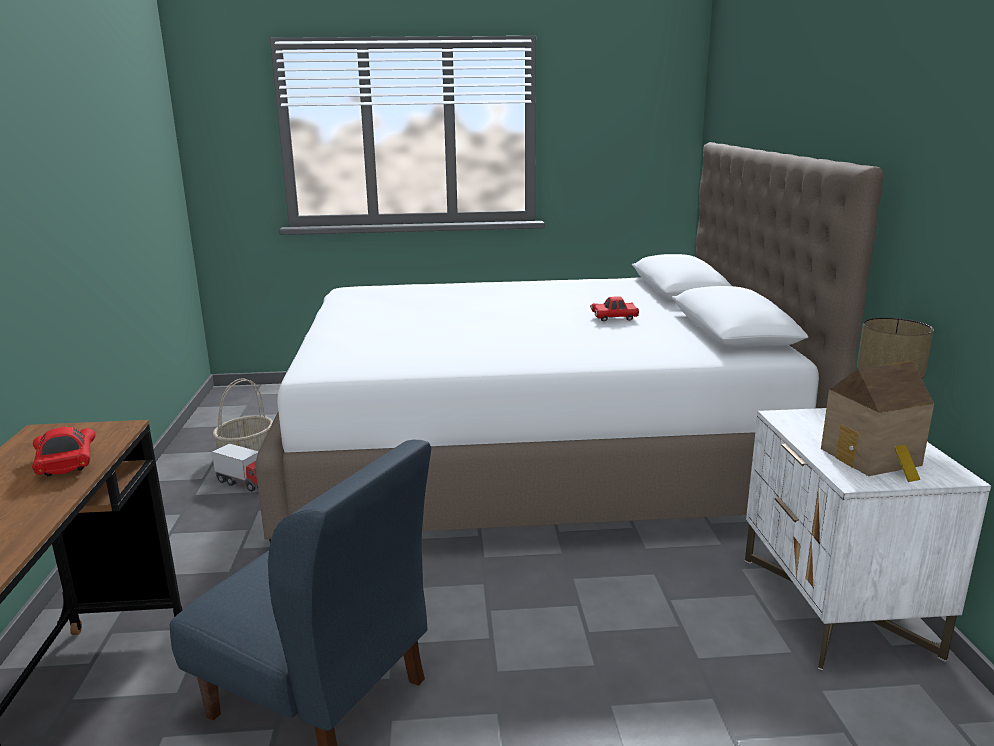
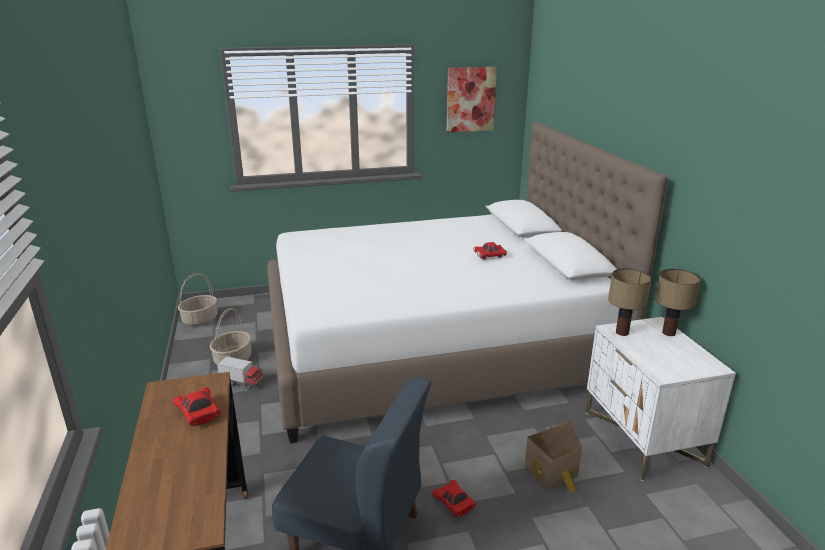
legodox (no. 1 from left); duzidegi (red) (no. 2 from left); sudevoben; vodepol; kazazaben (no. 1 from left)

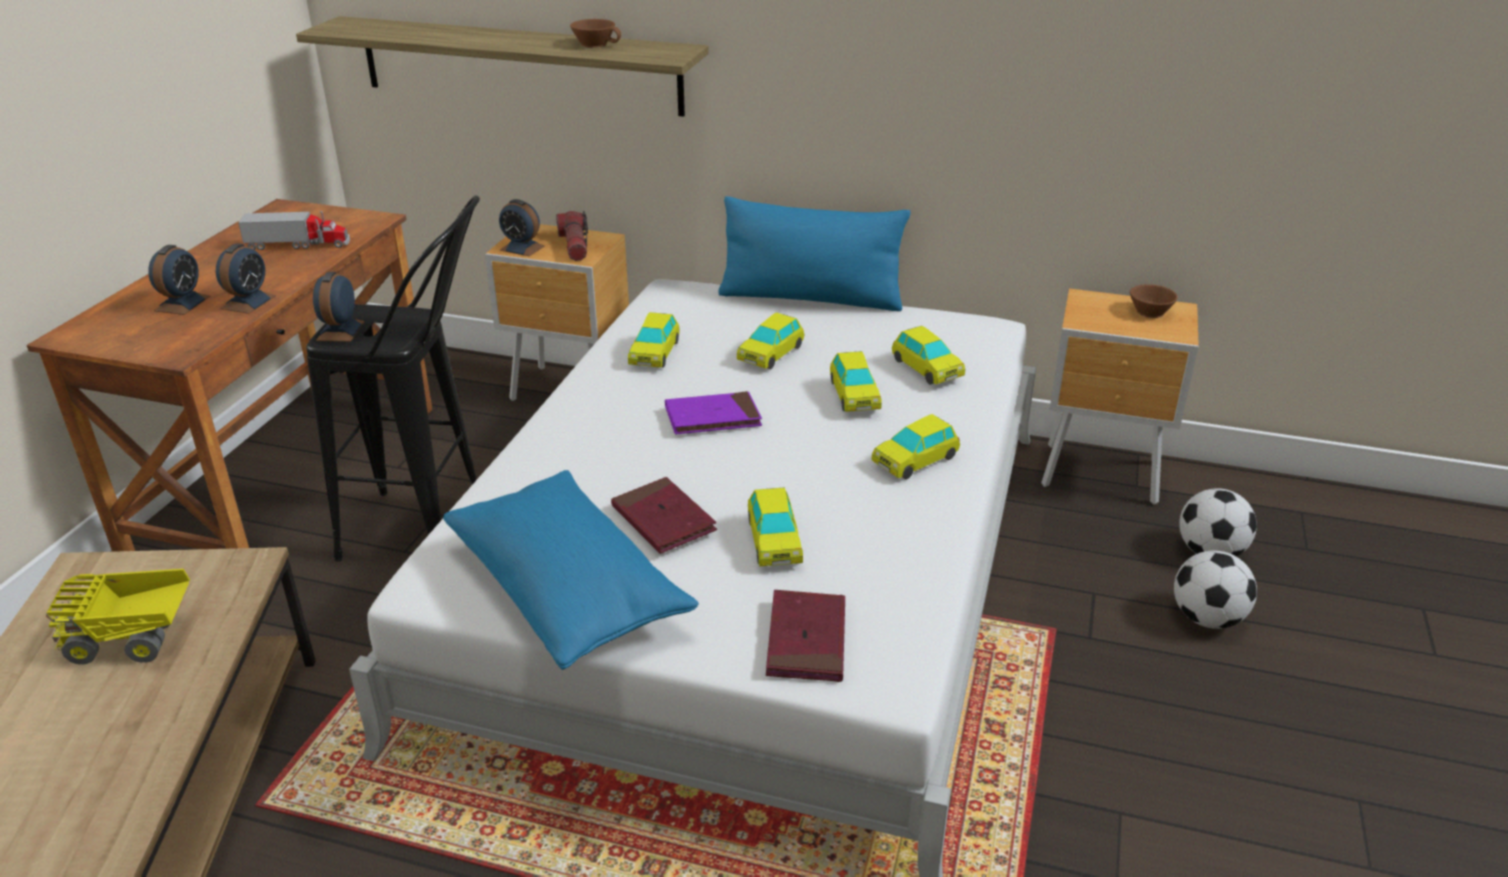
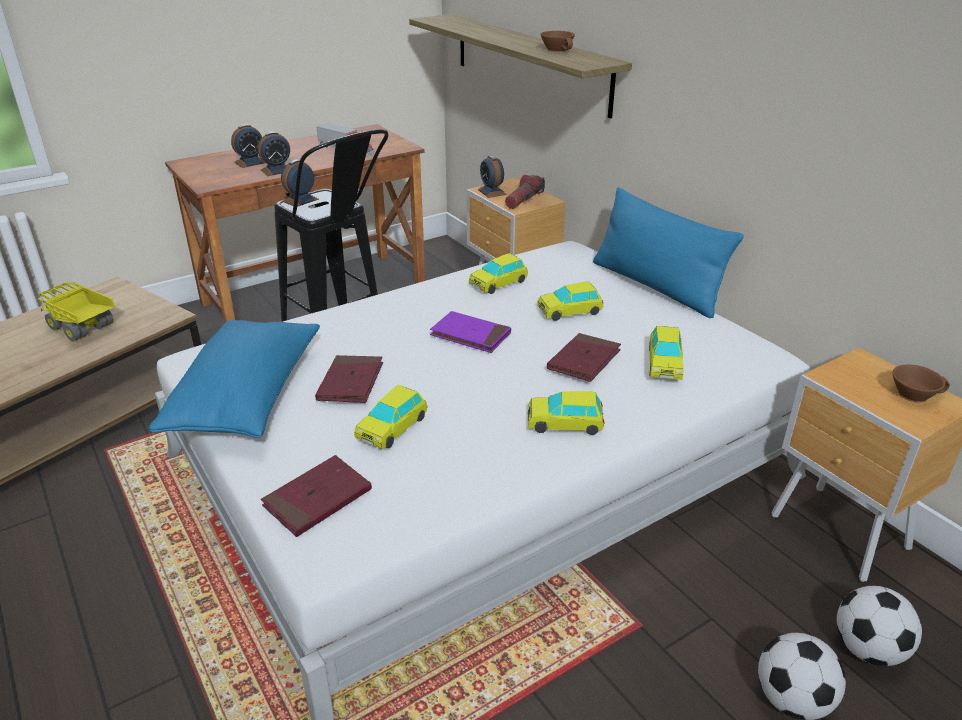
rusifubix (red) (no. 3 from left)

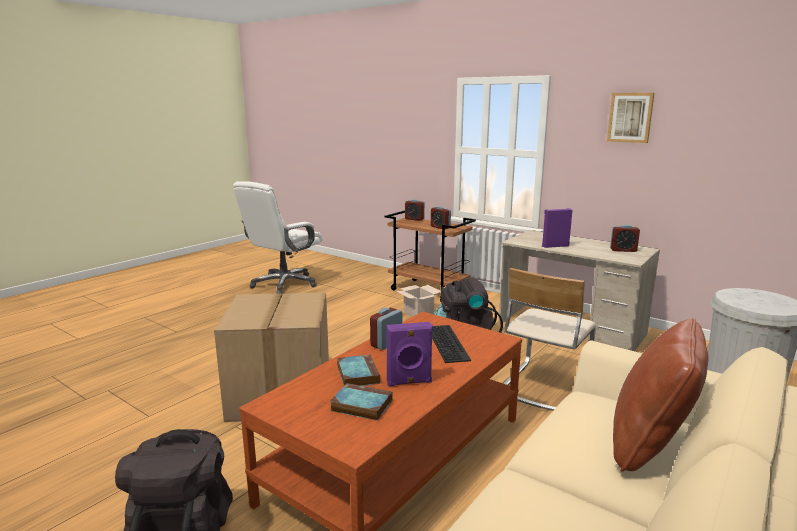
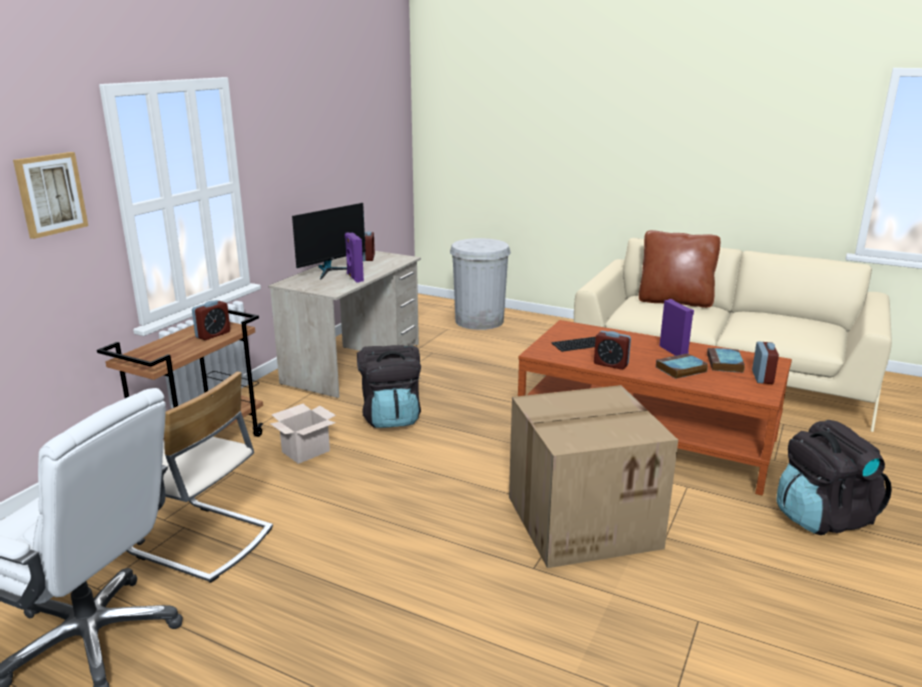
sudevoben; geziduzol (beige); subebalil; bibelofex (no. 4 from left)

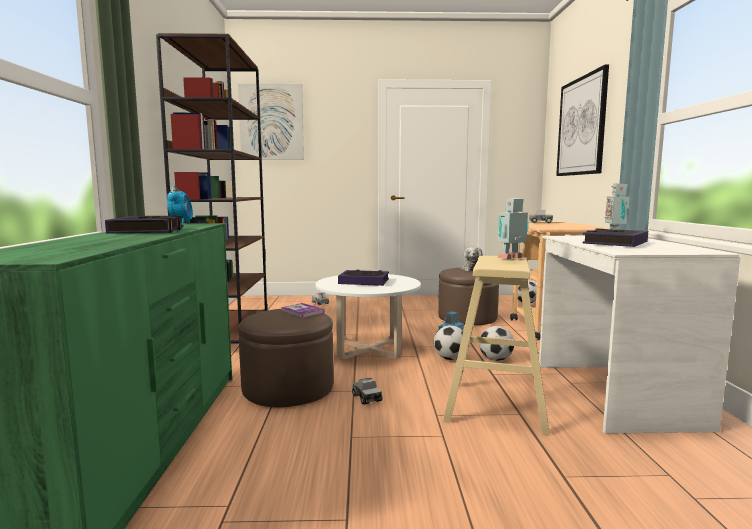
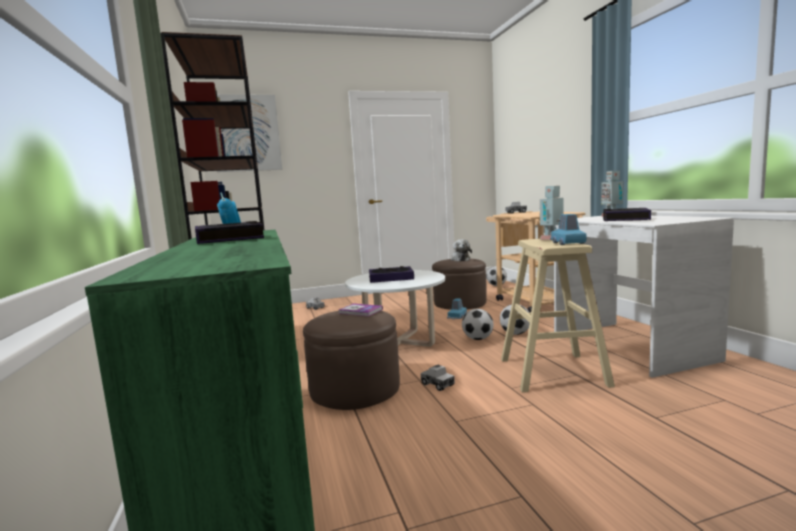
duzidegi (blue) (no. 2 from left); sudevoben (no. 2 from left in the first image)

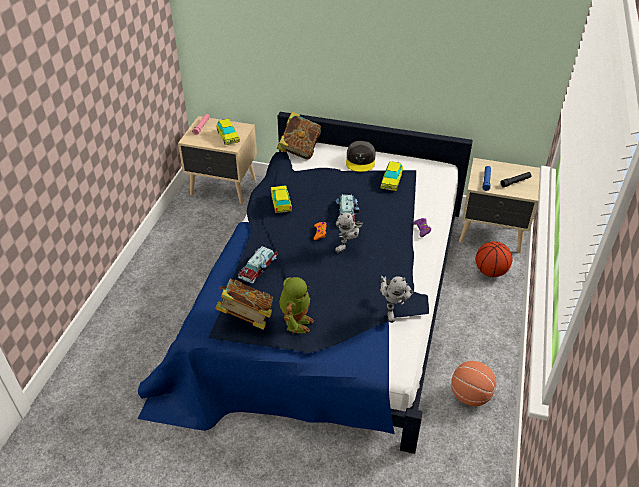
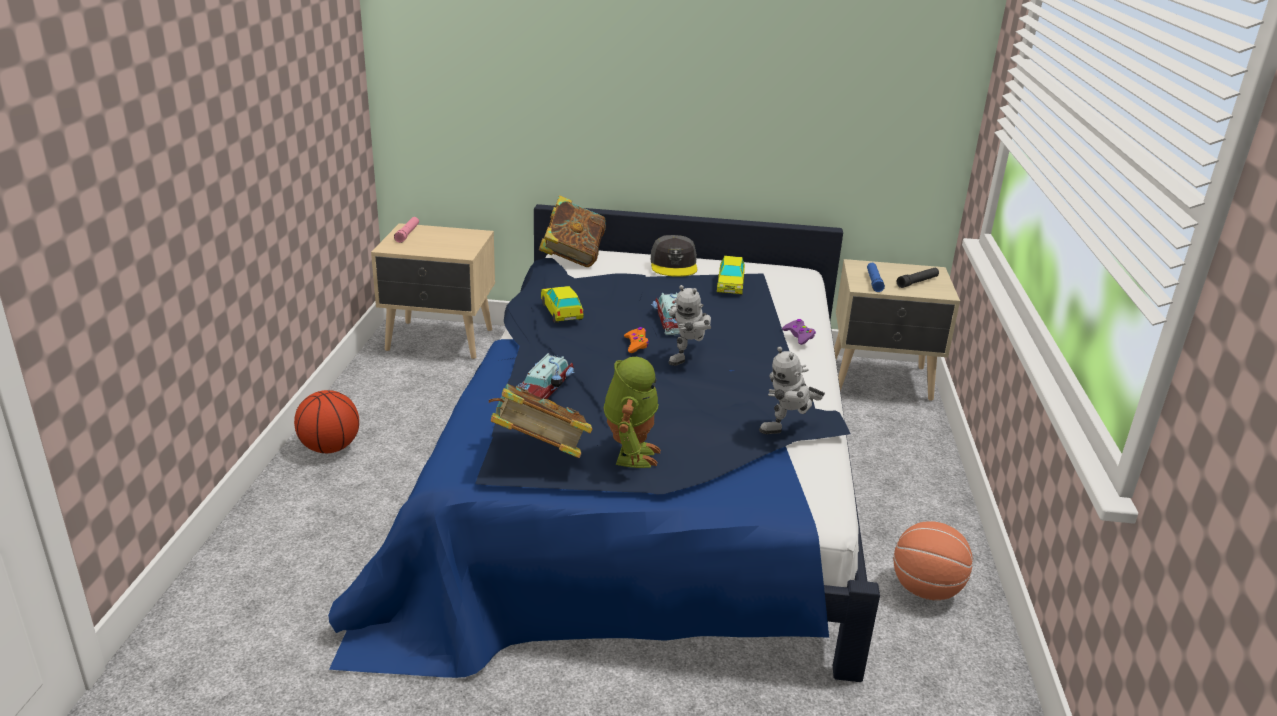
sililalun (no. 1 from left); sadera (no. 3 from left); duzidegi (no. 1 from left in the first image)

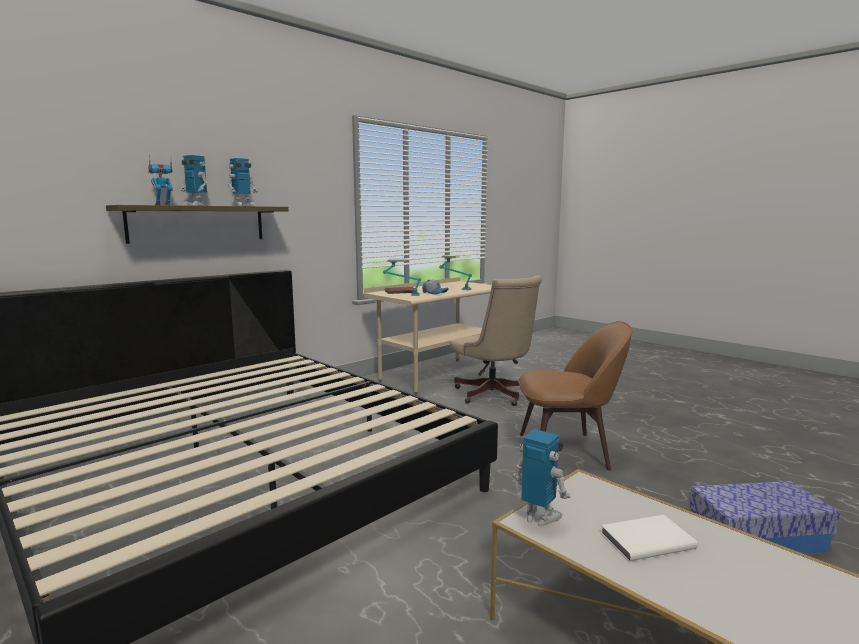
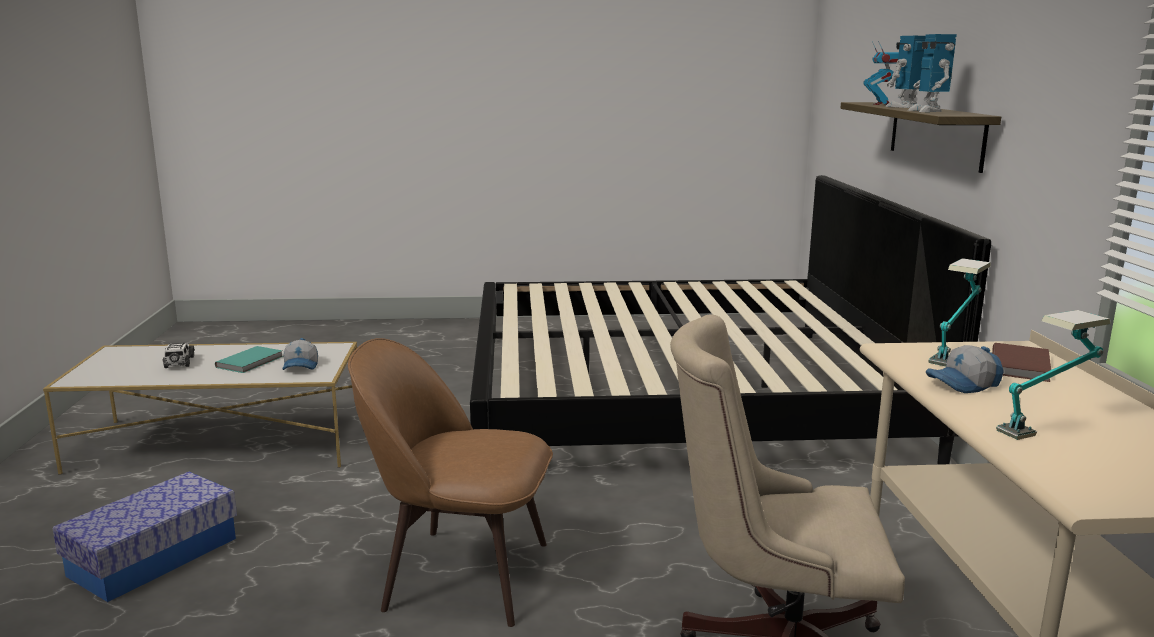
duzidegi; rusifubix (turquoise); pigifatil (no. 1 from left); geziduzol (brown); sadera (no. 4 from left in the first image)

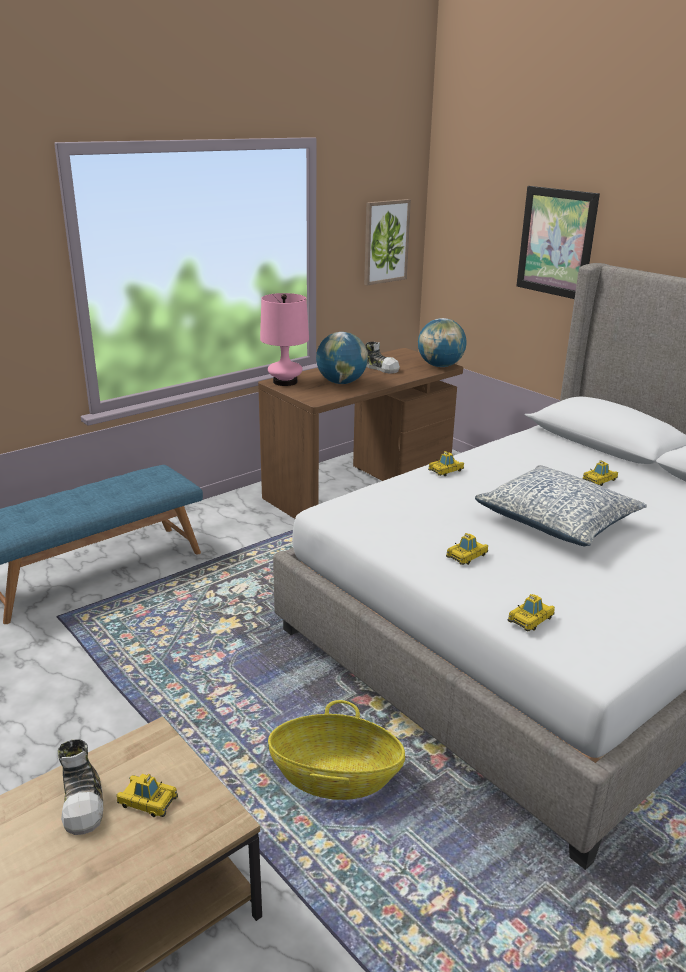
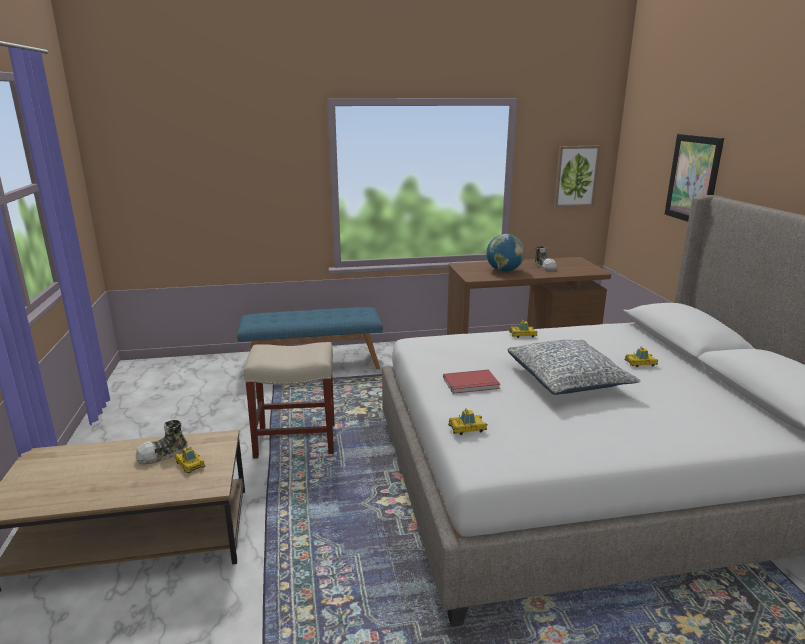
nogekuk (no. 1 from left); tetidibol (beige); rusifubix (red); kazazaben (pink); legodox; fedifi (no. 2 from left in the first image)

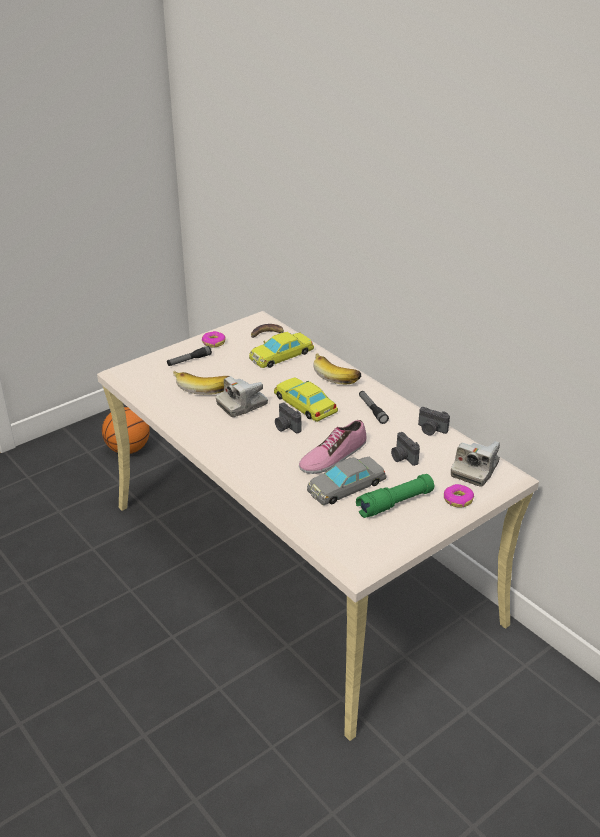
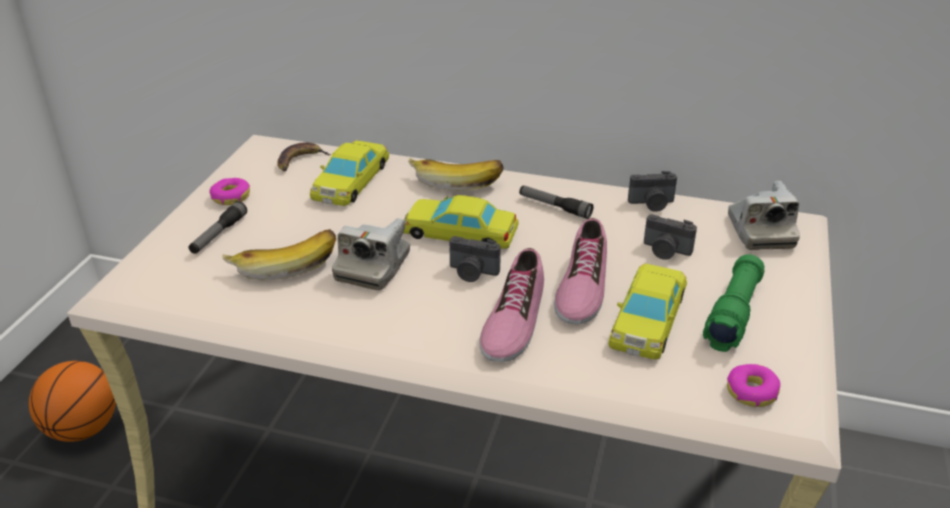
nogekuk (no. 1 from left); duzidegi (yellow) (no. 3 from left); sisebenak (no. 2 from left)

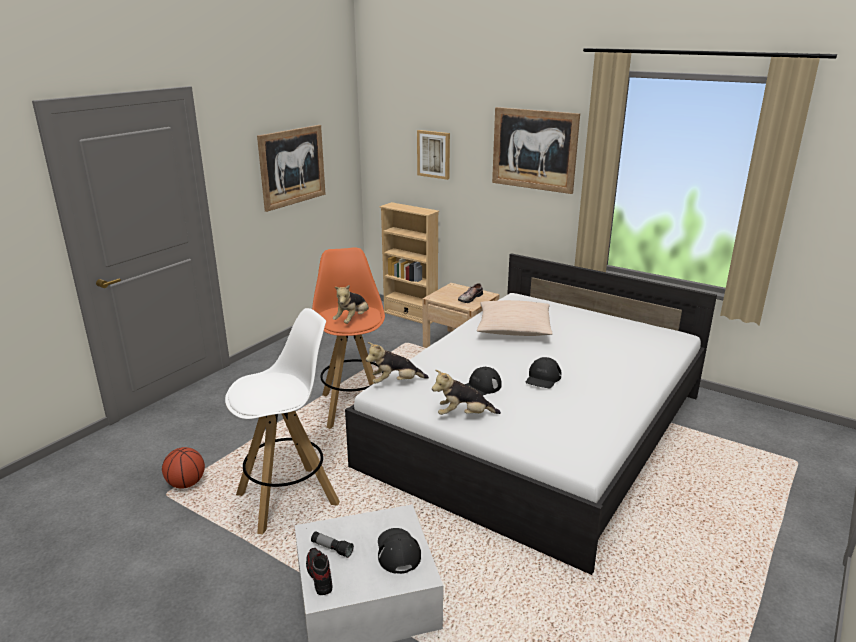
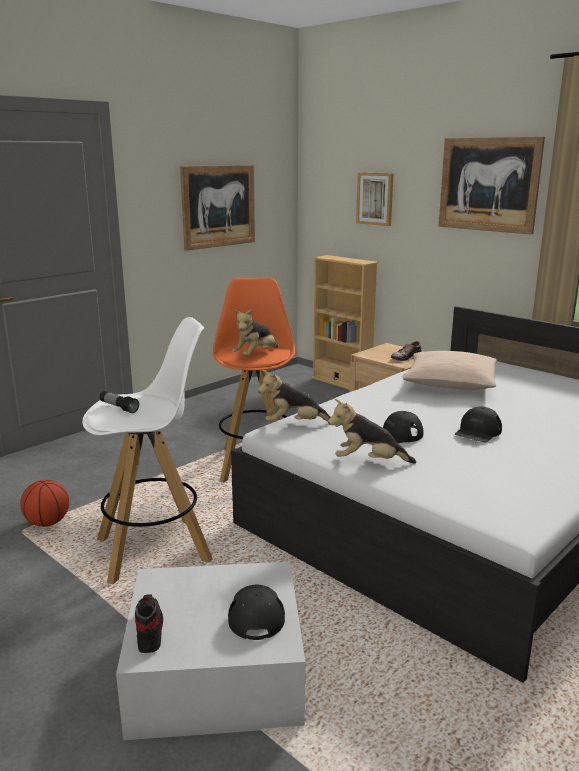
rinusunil

